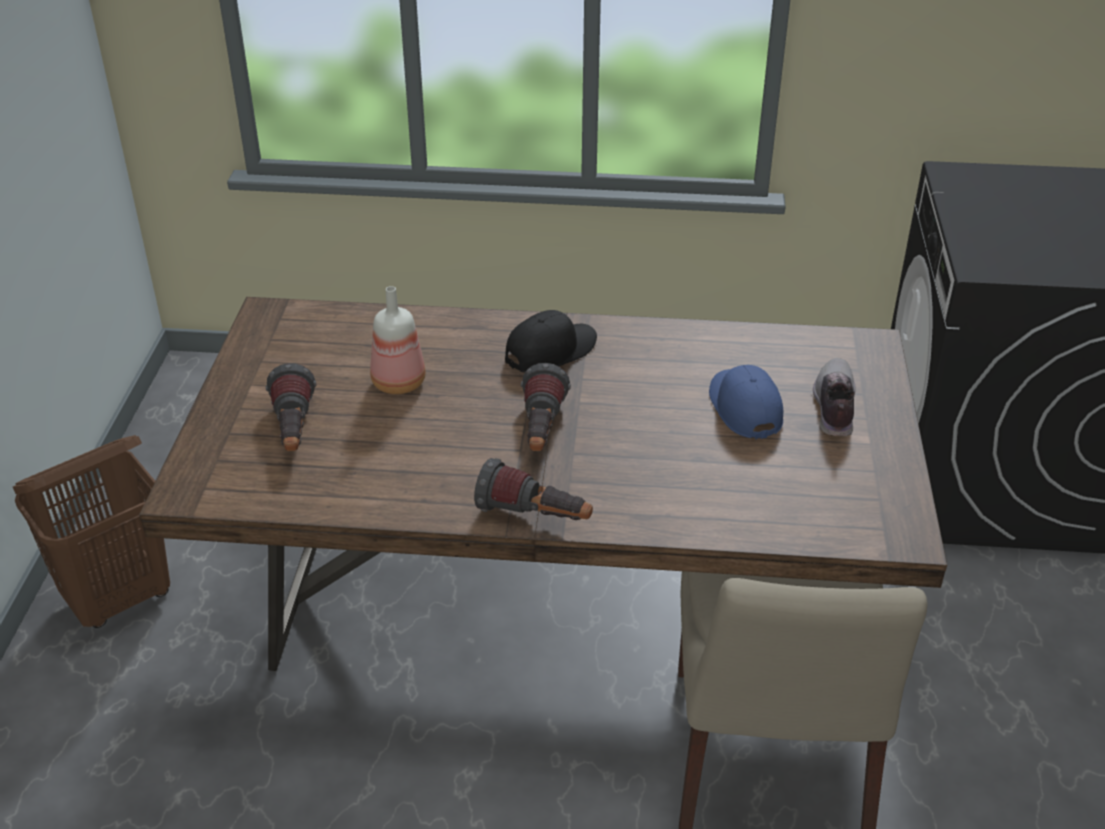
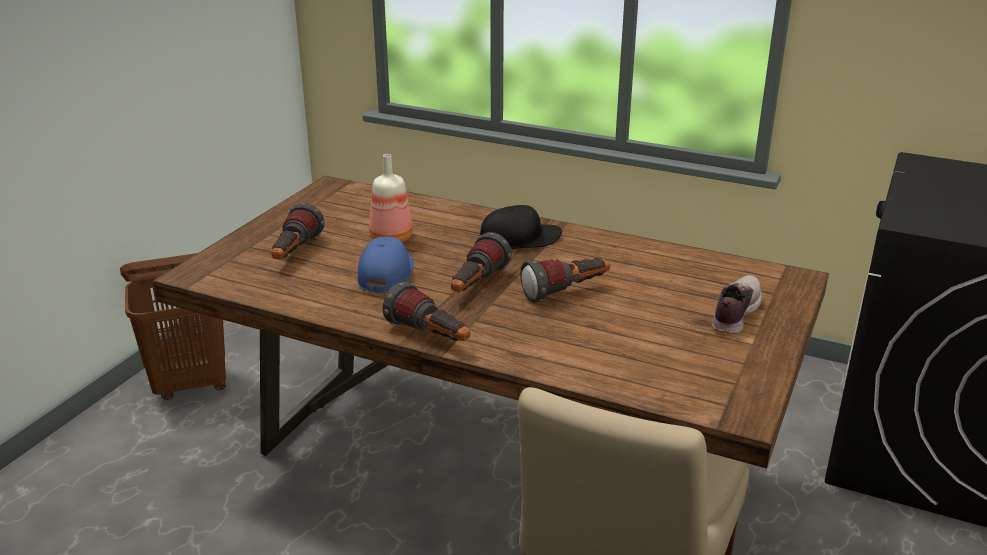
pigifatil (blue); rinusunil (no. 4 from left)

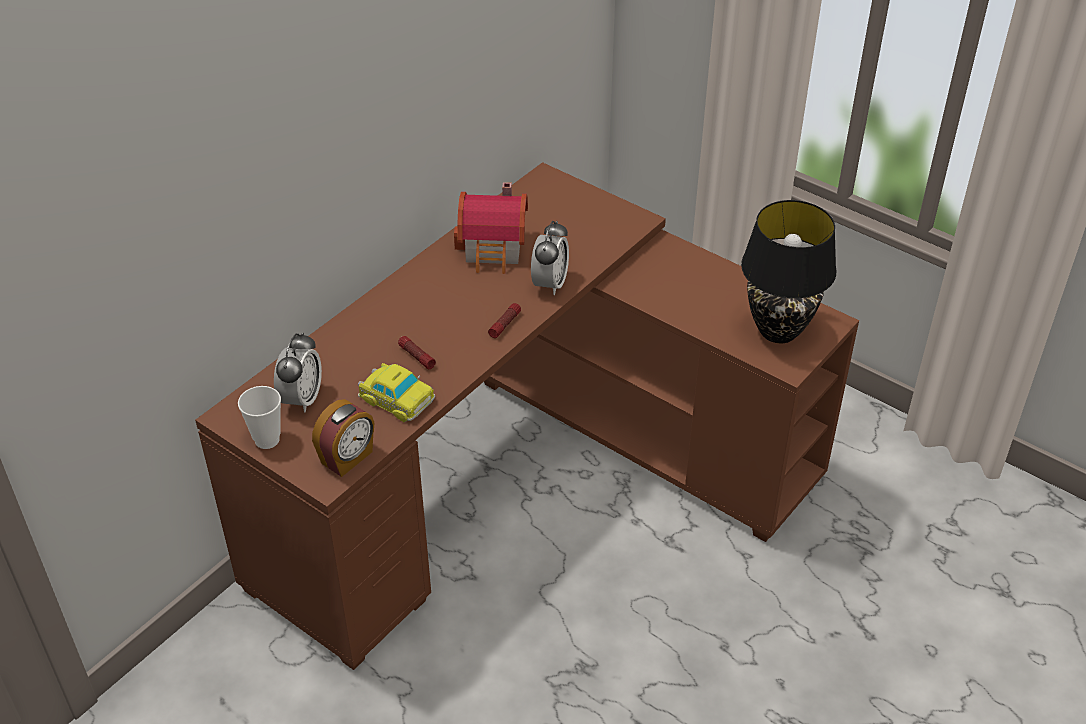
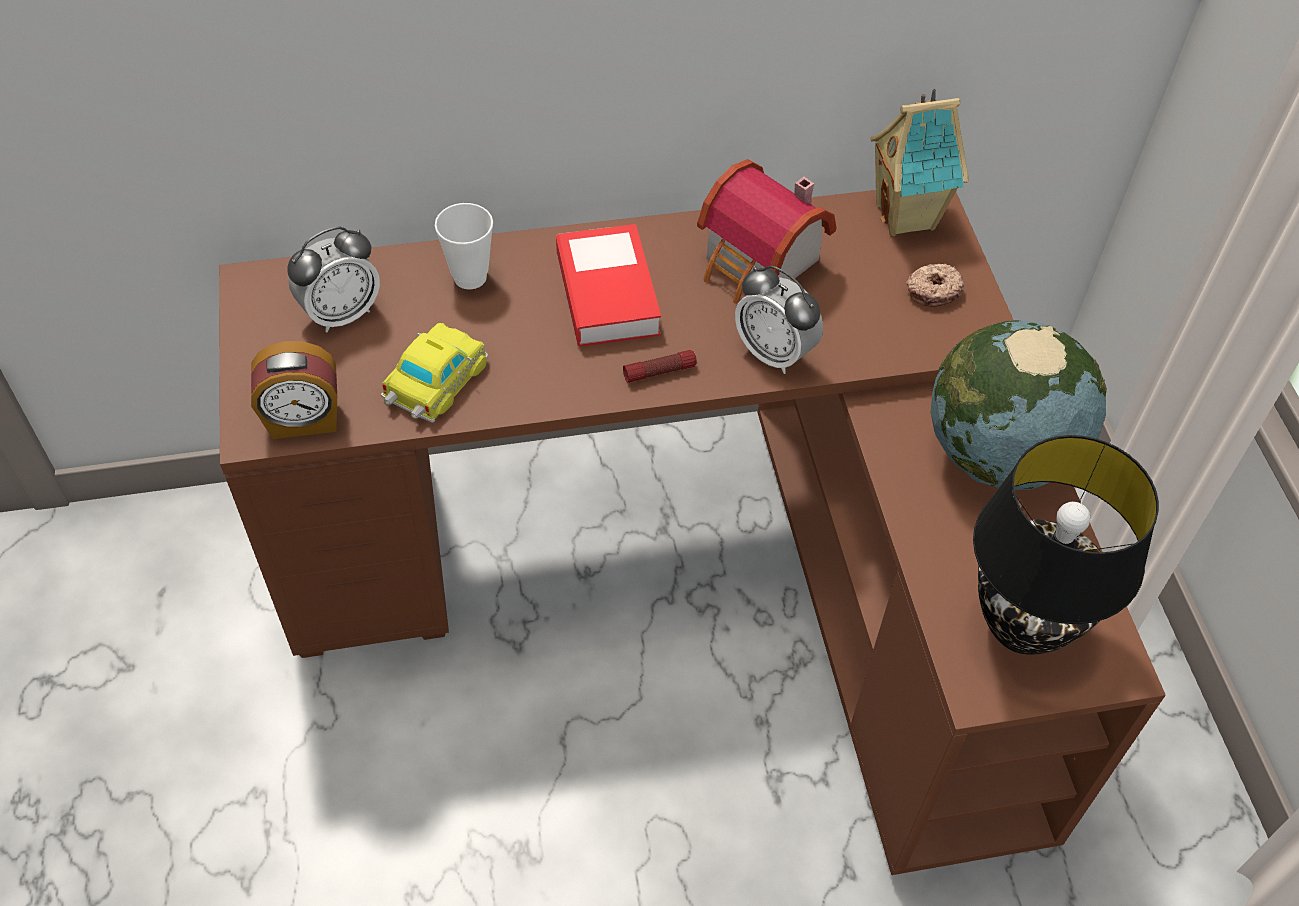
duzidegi; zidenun; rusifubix; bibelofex (no. 3 from left); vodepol (no. 2 from left); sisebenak; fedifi; rinusunil (no. 1 from left in the first image)

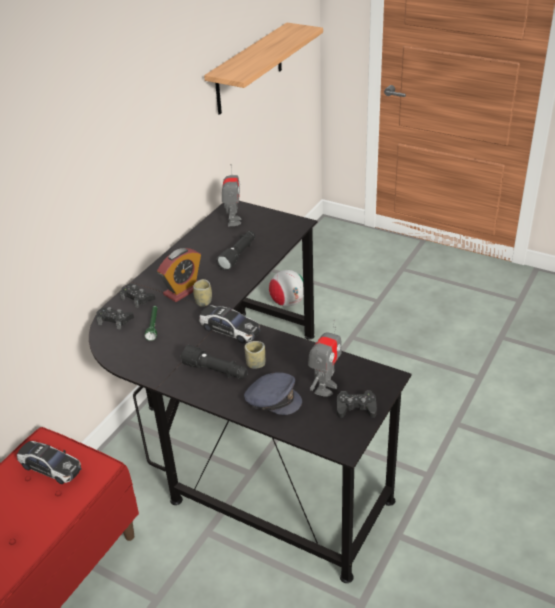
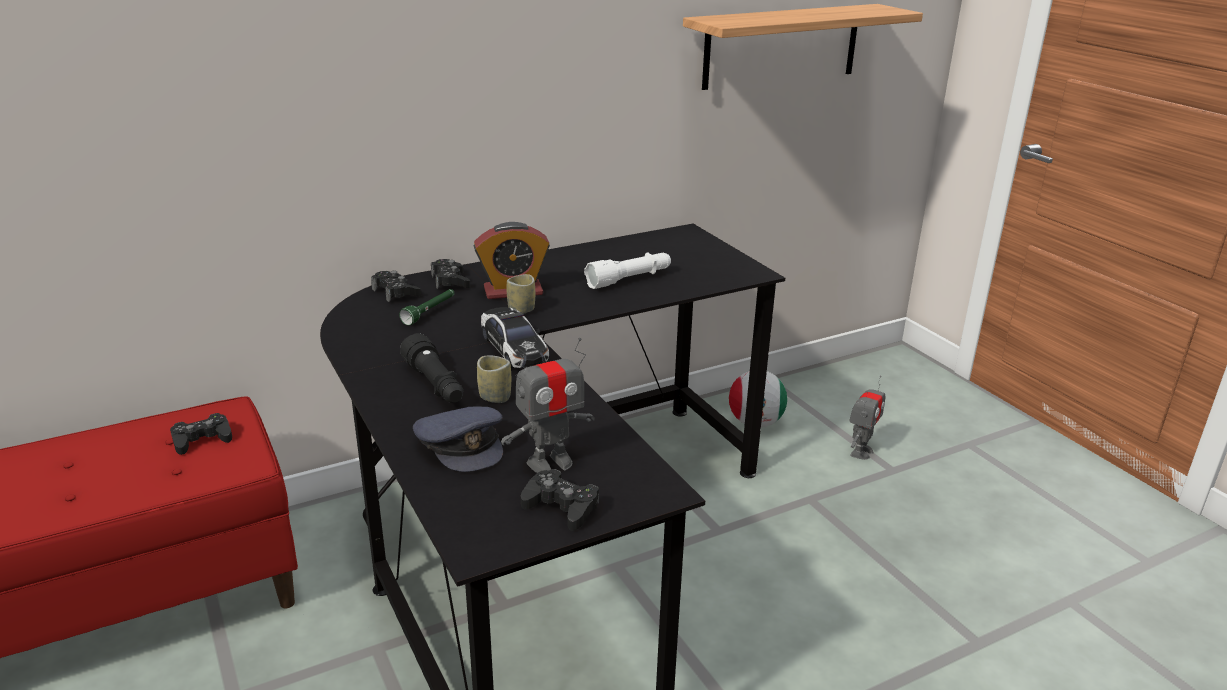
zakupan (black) (no. 1 from left); rinusunil (white); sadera (no. 2 from left)

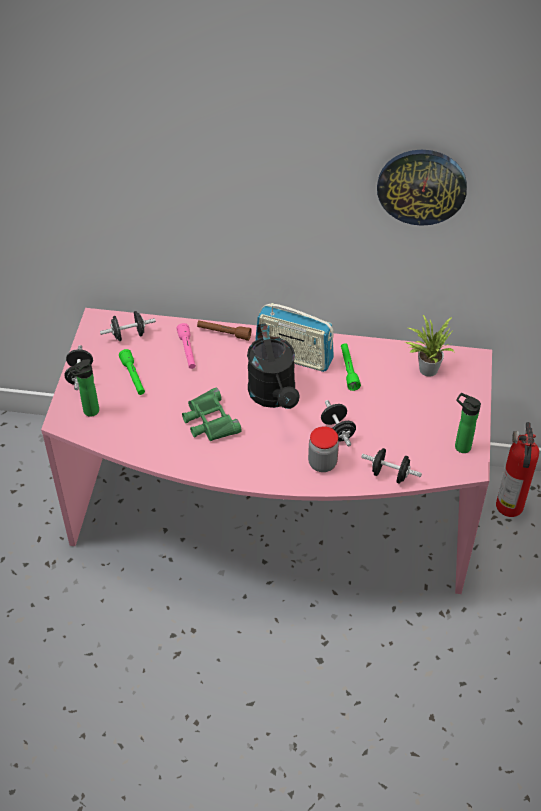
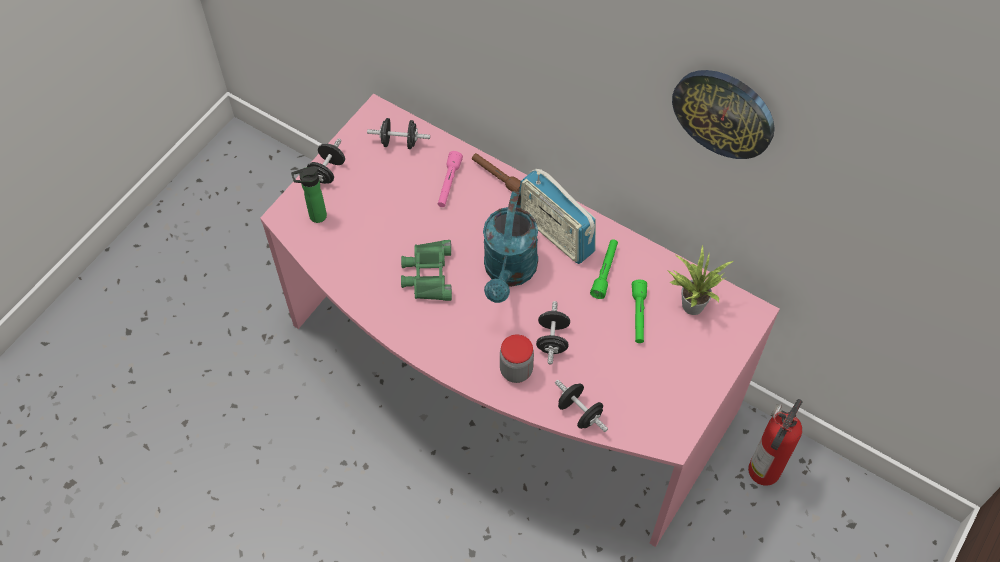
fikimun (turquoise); rinusunil (green) (no. 2 from left); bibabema (no. 2 from left in the first image)

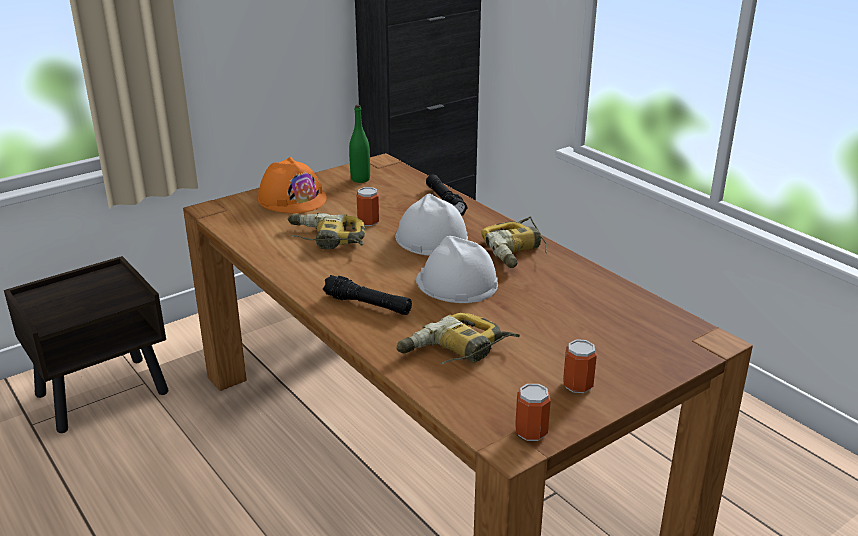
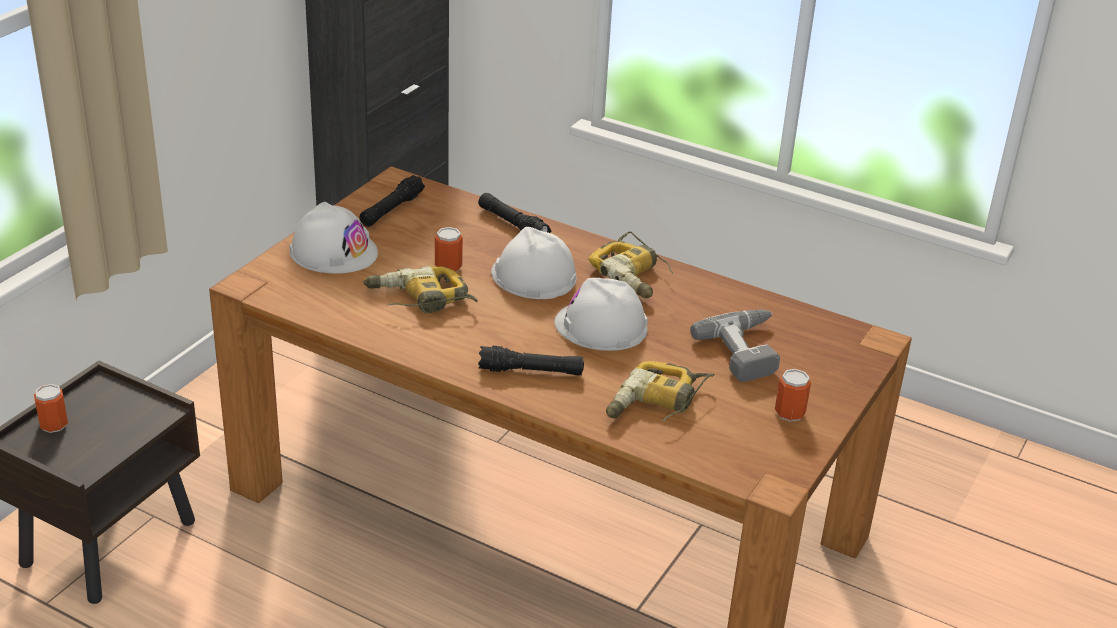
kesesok (no. 1 from left); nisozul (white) (no. 1 from left); rinusunil (black) (no. 1 from left); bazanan (no. 4 from left)

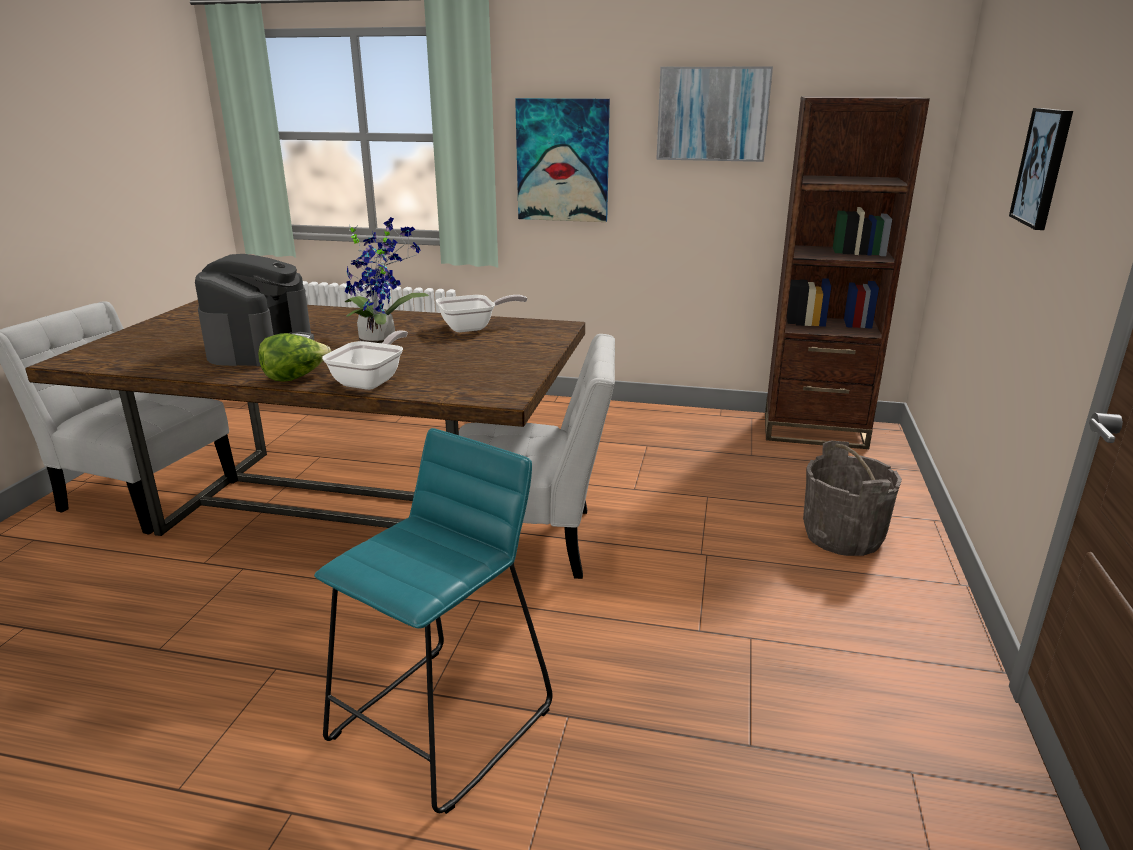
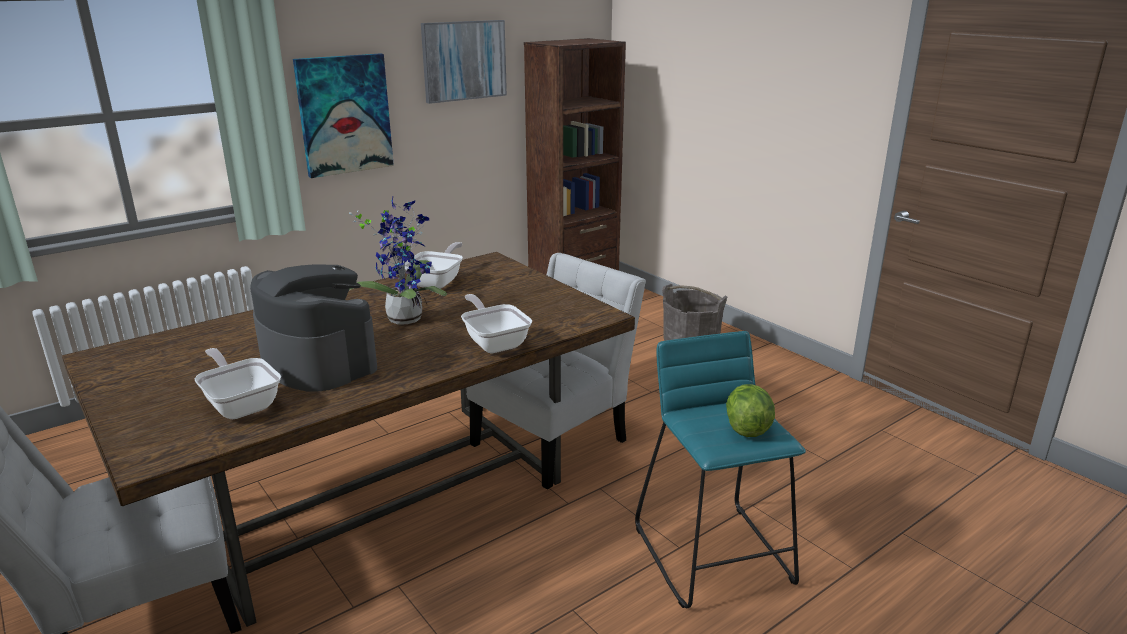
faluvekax (no. 1 from left); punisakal; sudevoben (no. 3 from left in the first image)

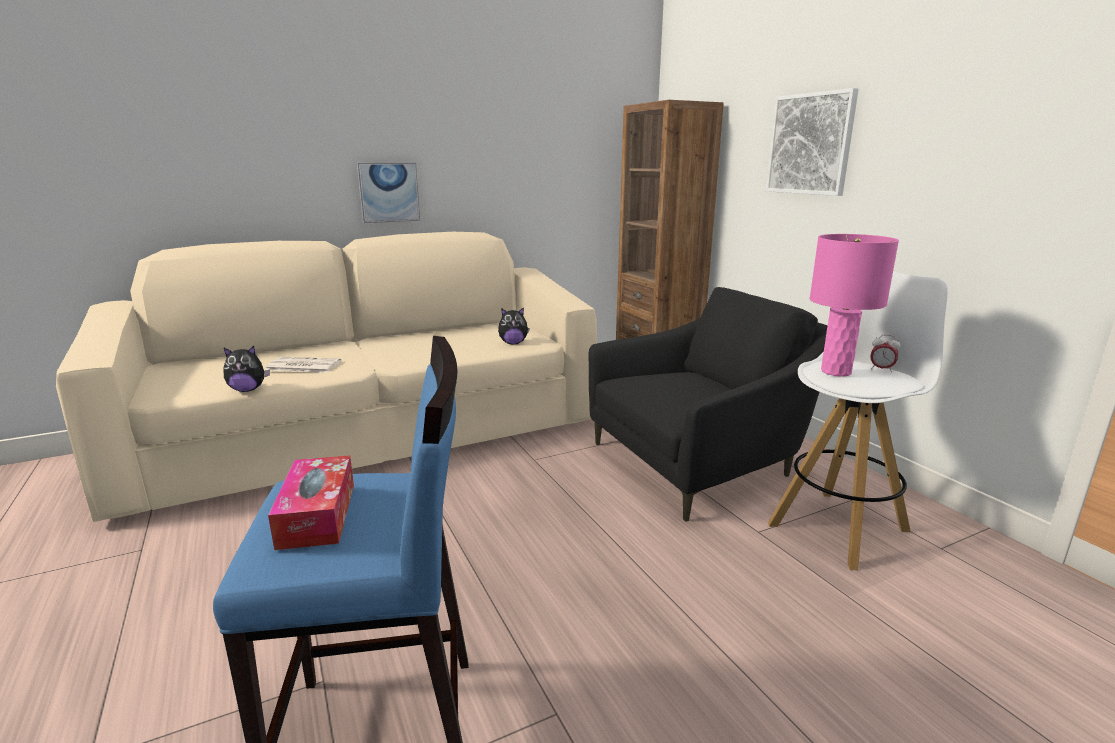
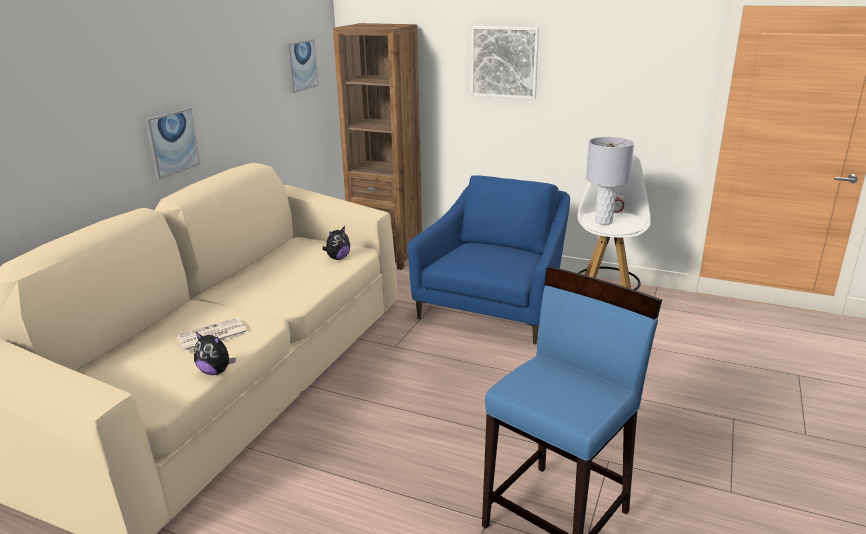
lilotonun (no. 1 from left); sudevoben (no. 2 from left); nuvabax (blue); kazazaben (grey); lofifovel

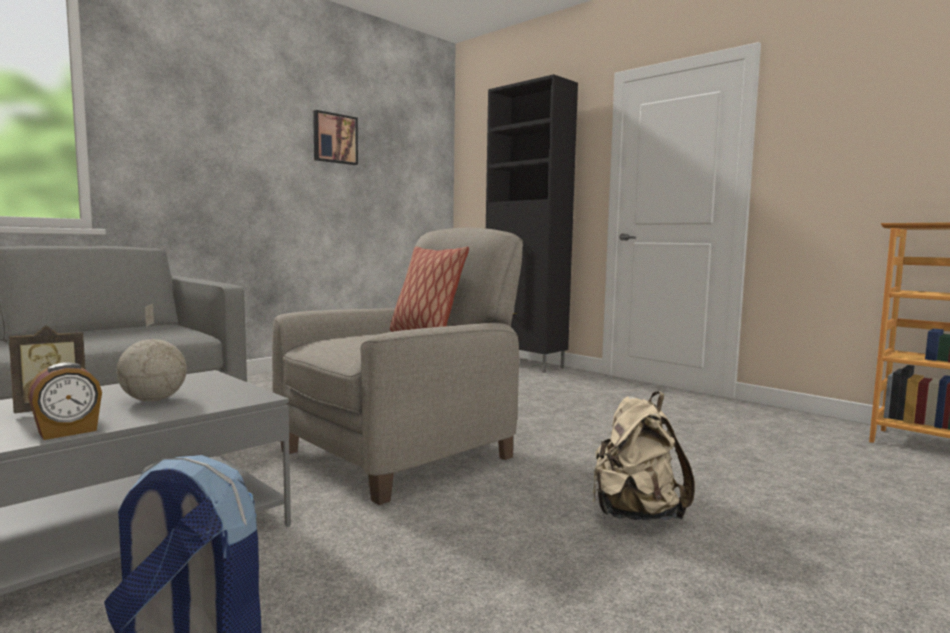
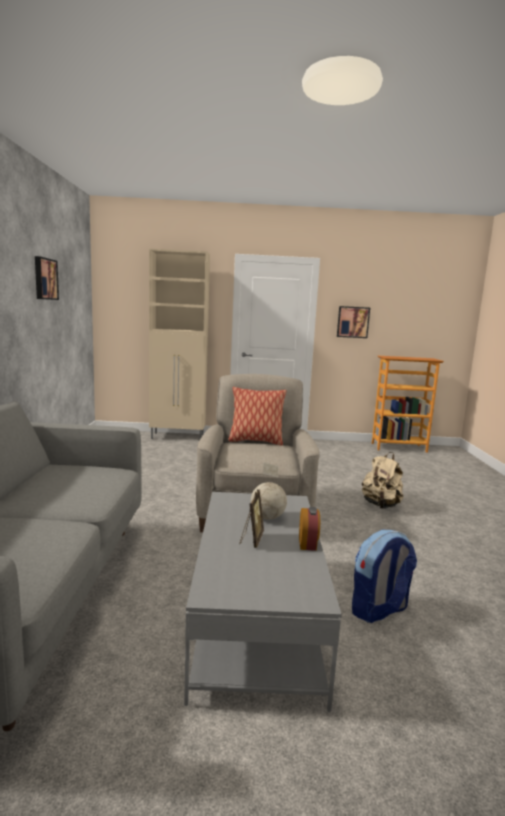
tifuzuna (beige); sudevoben (no. 2 from left)

